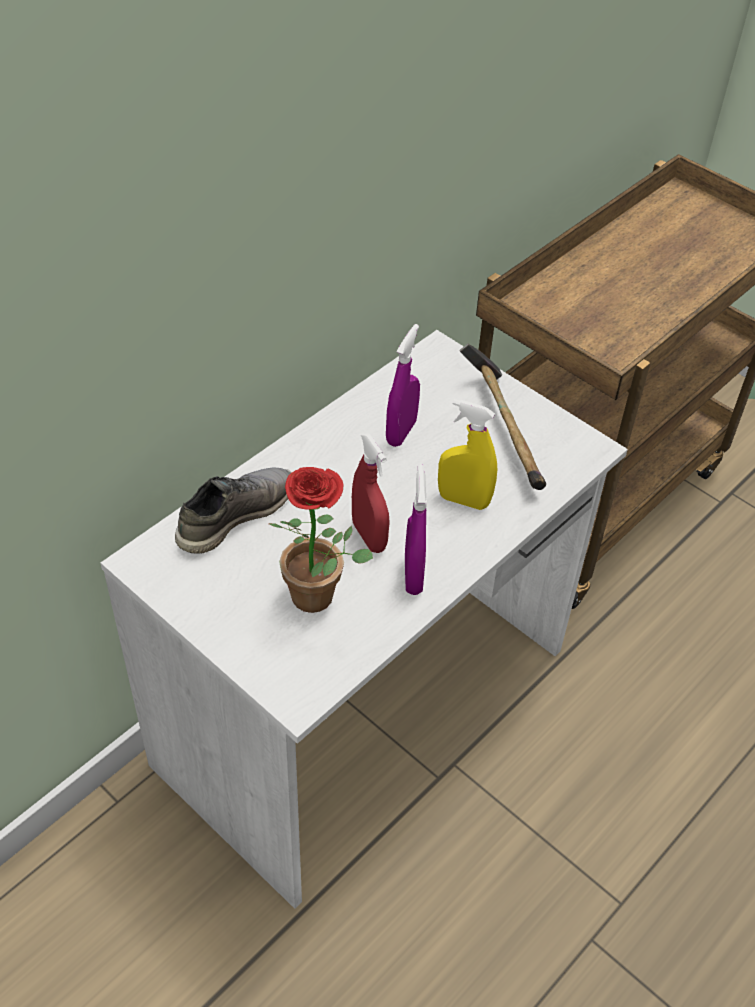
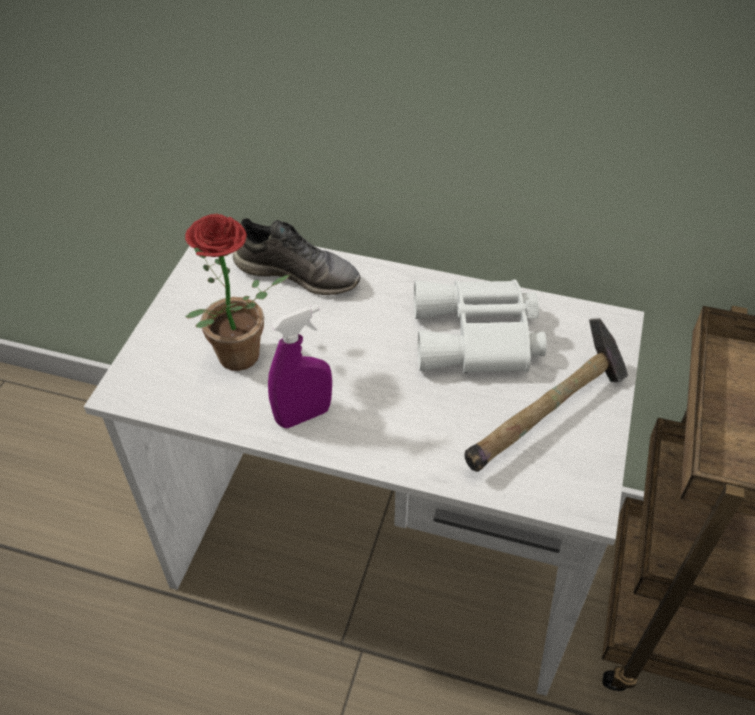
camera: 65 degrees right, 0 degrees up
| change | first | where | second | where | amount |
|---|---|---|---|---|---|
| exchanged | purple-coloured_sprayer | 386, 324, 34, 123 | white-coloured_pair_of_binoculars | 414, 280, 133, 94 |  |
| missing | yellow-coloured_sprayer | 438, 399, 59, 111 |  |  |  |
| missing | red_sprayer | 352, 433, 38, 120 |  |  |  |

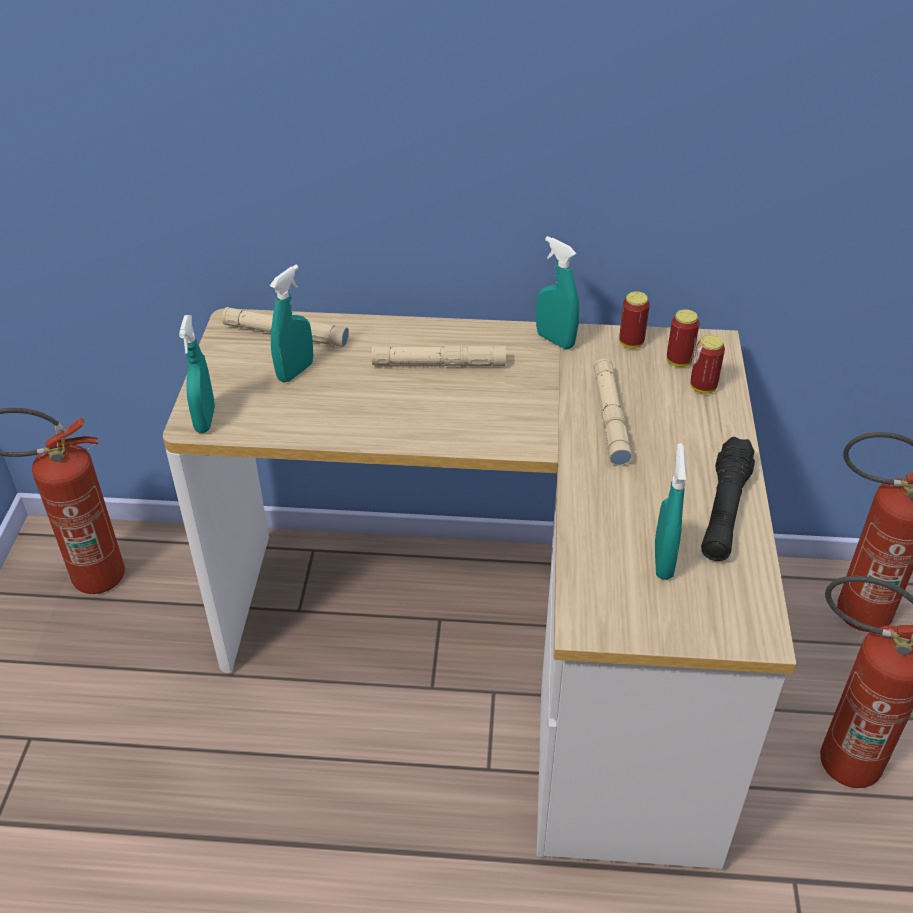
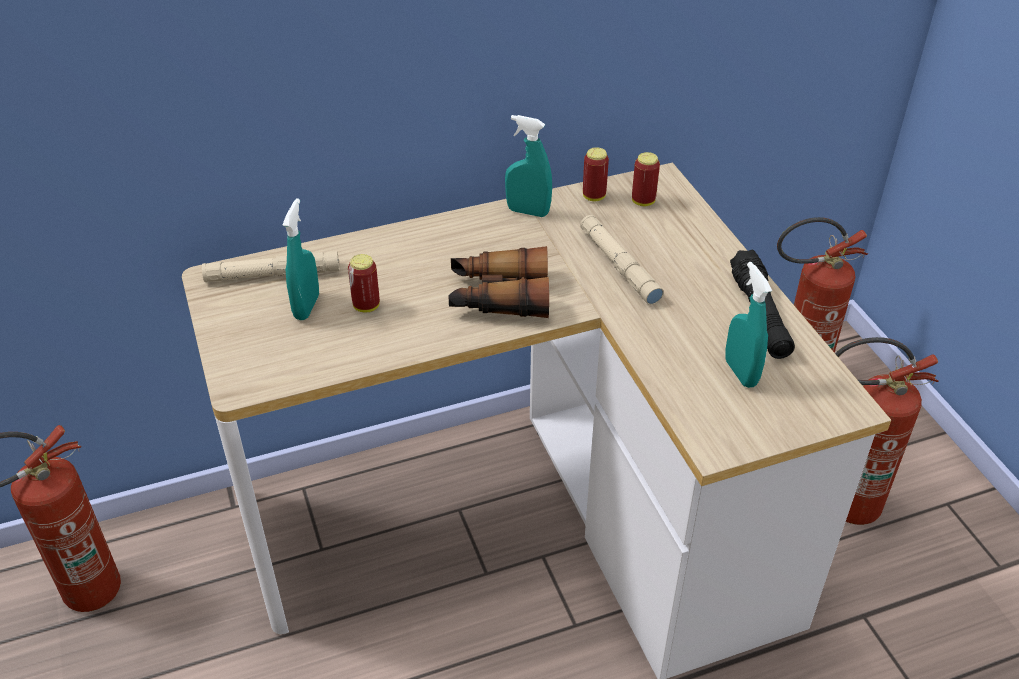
camera: 25 degrees left, 0 degrees up
| change | first | where | second | where | amount |
|---|---|---|---|---|---|
| missing | blue-green_sprayer | 179, 315, 36, 118 |  |  |  |
| relocated | metal_can | 690, 335, 35, 59 |  | 348, 254, 32, 58 |  |
| missing | beige-coloured_hand_torch | 372, 346, 134, 20 |  |  |  |
| appeared |  |  | pair_of_binoculars | 449, 246, 100, 72 |  |

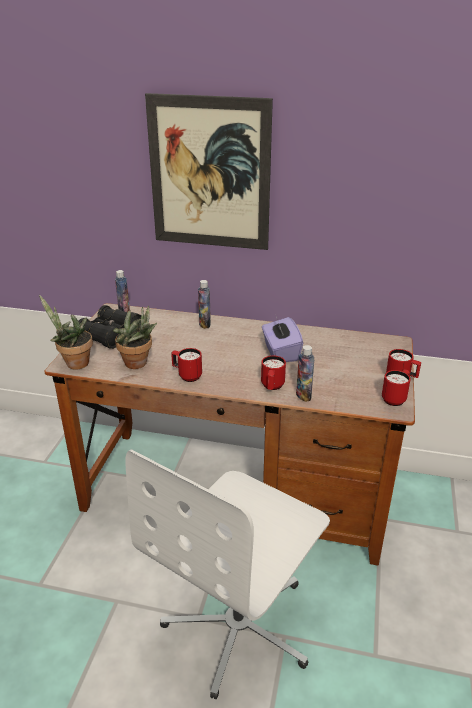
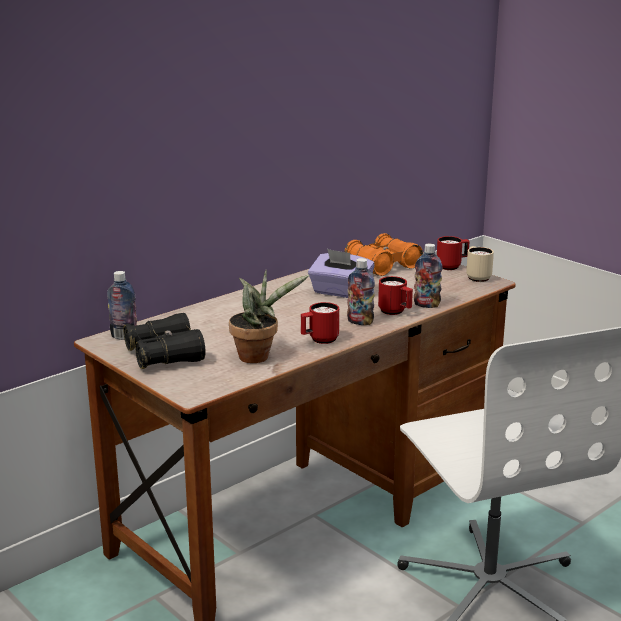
camera: 55 degrees left, 10 degrees down
| change | first | where | second | where | amount |
|---|---|---|---|---|---|
| missing | wall_art | 145, 93, 128, 157 |  |  |  |
| relocated | beverage_bottle | 198, 280, 13, 49 |  | 347, 258, 28, 67 |  |
| missing | houseplant | 39, 295, 54, 75 |  |  |  |
| colour | red_mug | 382, 370, 29, 36 | beige-coloured_mug | 466, 246, 28, 36 |  |
| appeared |  |  | orange-coloured_pair_of_binoculars | 345, 233, 78, 43 |  |

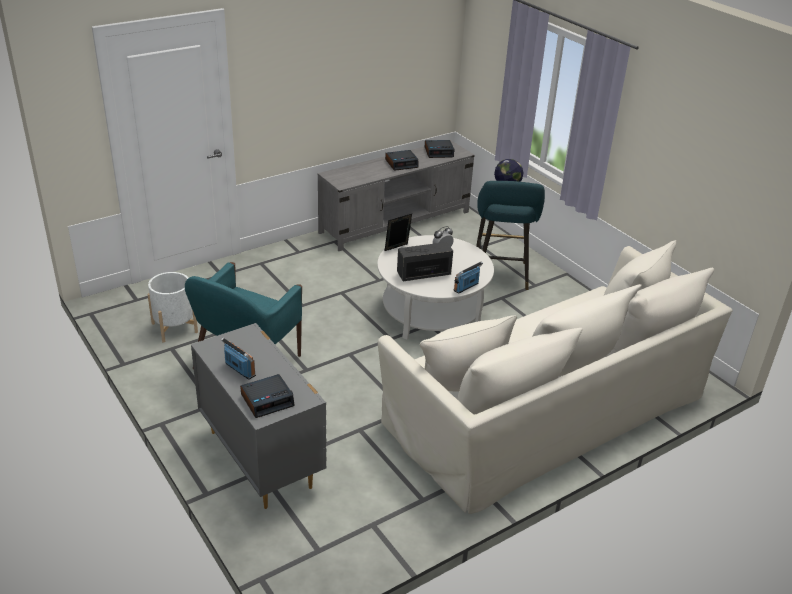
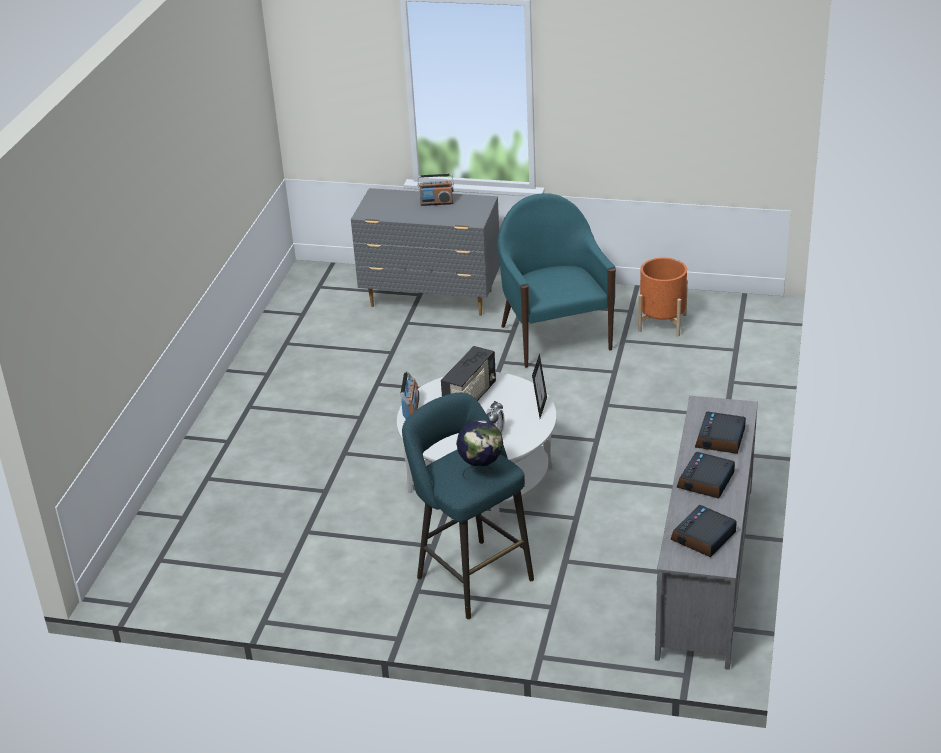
camera: 140 degrees right, 0 degrees up
| change | first | where | second | where | amount |
|---|---|---|---|---|---|
| missing | beige-coloured_sofa | 378, 240, 355, 274 |  |  |  |
| colour | white-coloured_plant_pot | 147, 272, 51, 71 | orange-coloured_plant_pot | 638, 258, 50, 78 |  |
| relocated | bedside_clock | 240, 374, 55, 44 |  | 695, 411, 51, 43 |  |

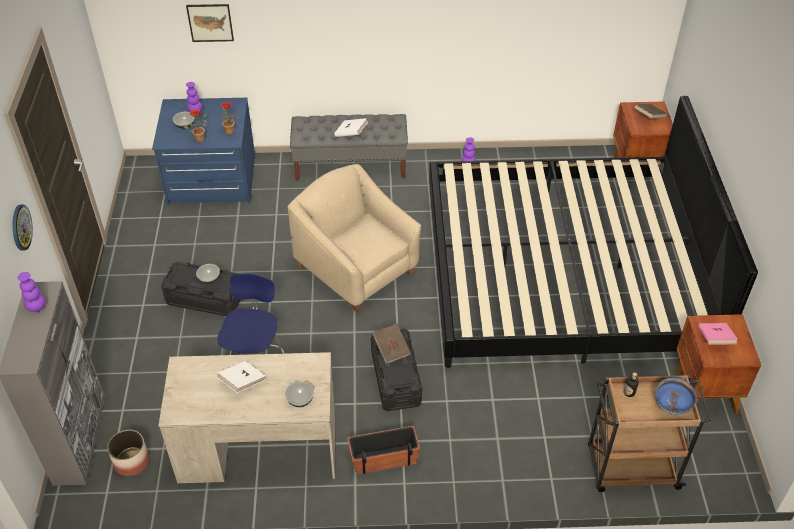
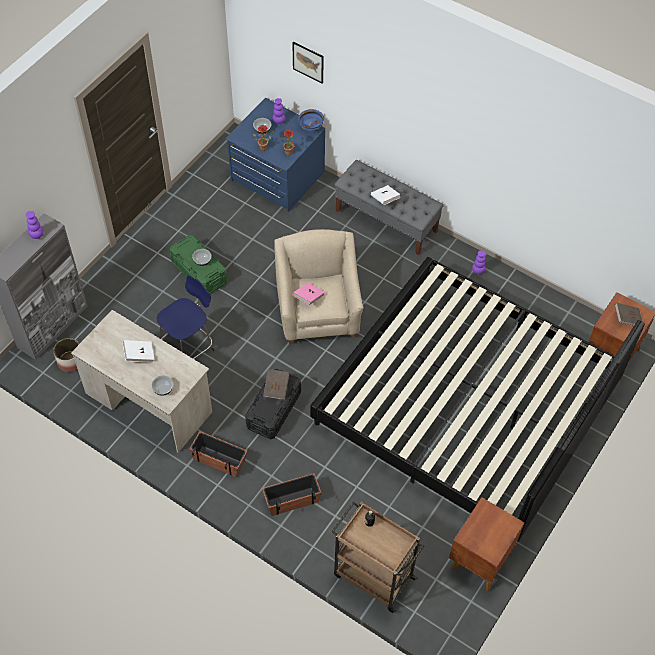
camera: 35 degrees right, 10 degrees up
| change | first | where | second | where | amount |
|---|---|---|---|---|---|
| missing | clock_on_the_wall | 12, 205, 21, 45 |  |  |  |
| colour | blackish_storage_container | 161, 262, 80, 54 | greenish_storage_container | 170, 235, 57, 59 |  |
| relocated | pink-coloured_book | 698, 323, 39, 22 |  | 292, 282, 33, 24 |  |
| relocated | bluish_bowl | 656, 378, 41, 37 |  | 298, 109, 26, 23 |  |
| appeared |  |  | plant_pot | 262, 473, 59, 43 |  |

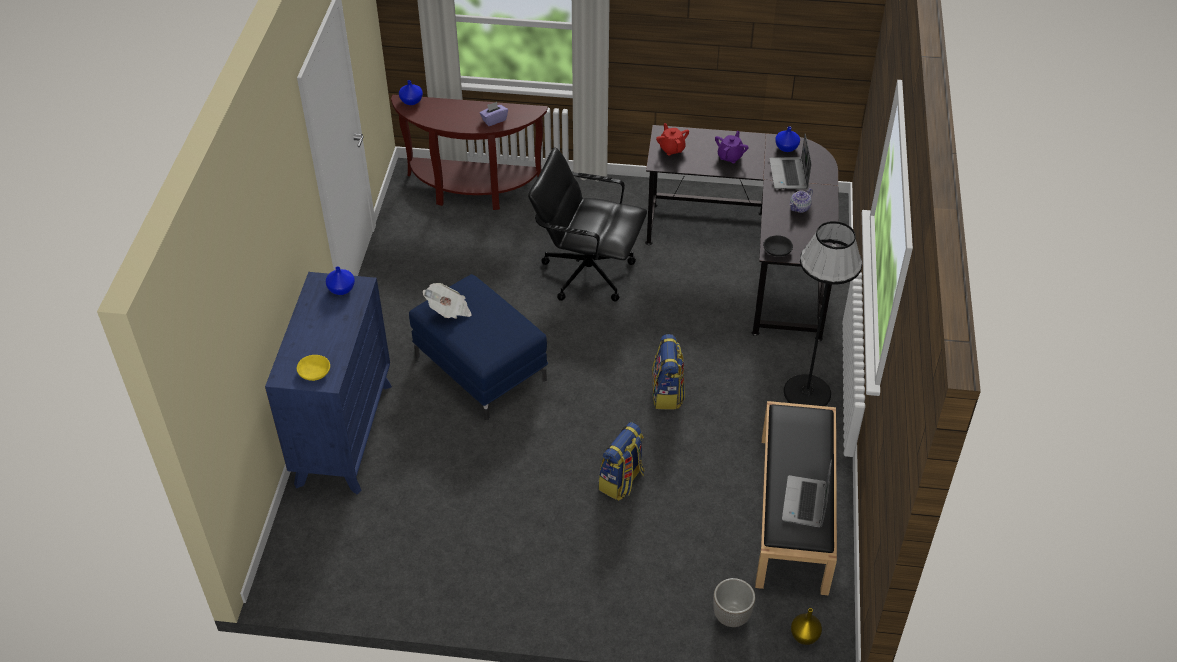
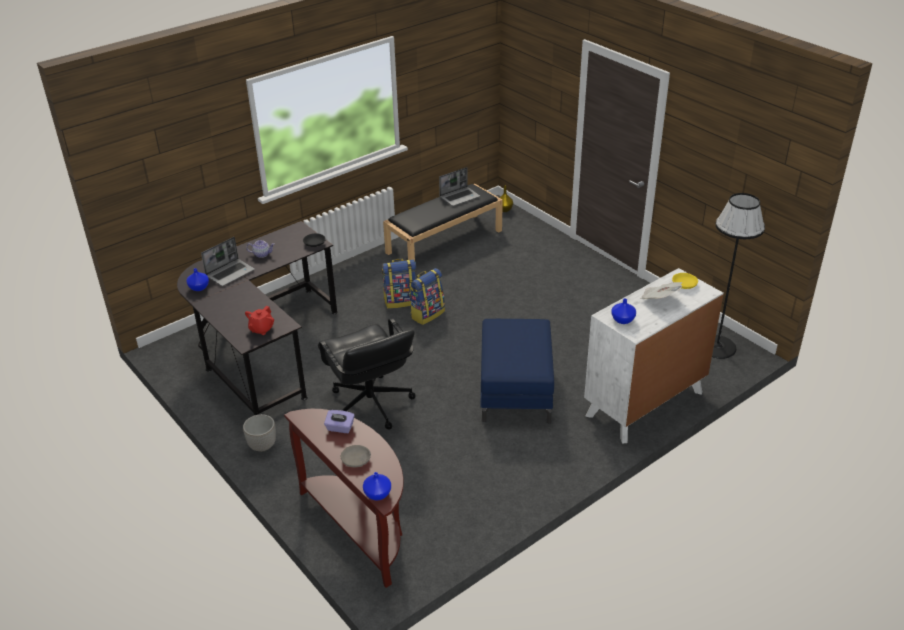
camera: 135 degrees left, 10 degrees down
| change | first | where | second | where | amount |
|---|---|---|---|---|---|
| missing | purple-coloured_tea_pot | 715, 131, 33, 32 |  |  |  |
| relocated | blackish_floor_lamp | 784, 221, 78, 185 |  | 712, 193, 53, 166 |  |
| colour | bluish_drawer_chest | 265, 272, 127, 223 | white-coloured_drawer_chest | 584, 268, 140, 176 |  |
| relocated | daily_paper | 423, 283, 49, 36 |  | 640, 282, 43, 17 |  |
| relocated | knapsack | 598, 422, 47, 79 |  | 382, 259, 34, 50 |  |
| relocated | plant_pot | 713, 578, 42, 49 |  | 243, 414, 33, 38 |  |
| appeared |  |  | gray_bowl | 341, 445, 30, 22 |  |

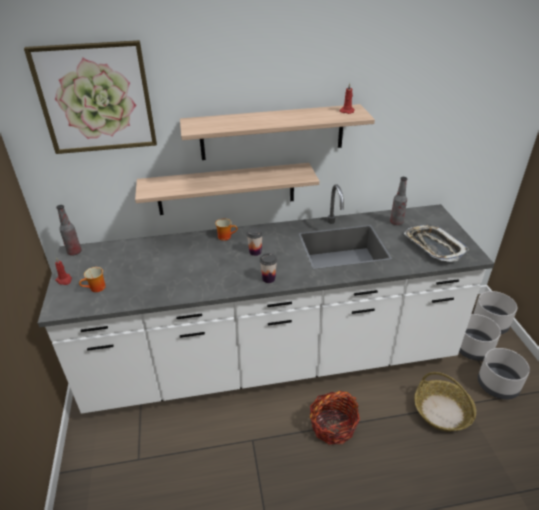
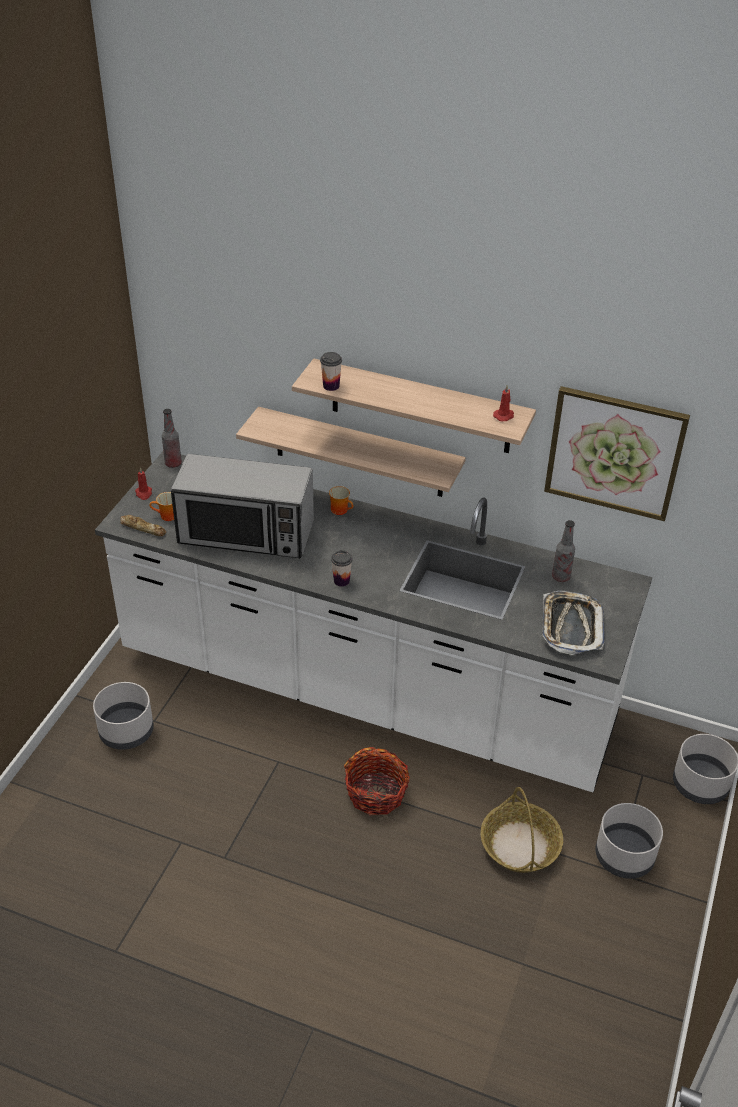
camera: 30 degrees right, 5 degrees up
| change | first | where | second | where | amount |
|---|---|---|---|---|---|
| relocated | wall_art | 24, 40, 133, 114 |  | 544, 386, 146, 135 |  |
| relocated | small_cup | 247, 228, 16, 28 |  | 320, 352, 22, 39 |  |
| relocated | gray_plant_pot | 459, 314, 42, 47 |  | 93, 682, 61, 68 |  |
| appeared |  |  | microwave_oven | 171, 454, 143, 105 |  |
| appeared |  |  | bakery_bread | 120, 515, 46, 21 |  |

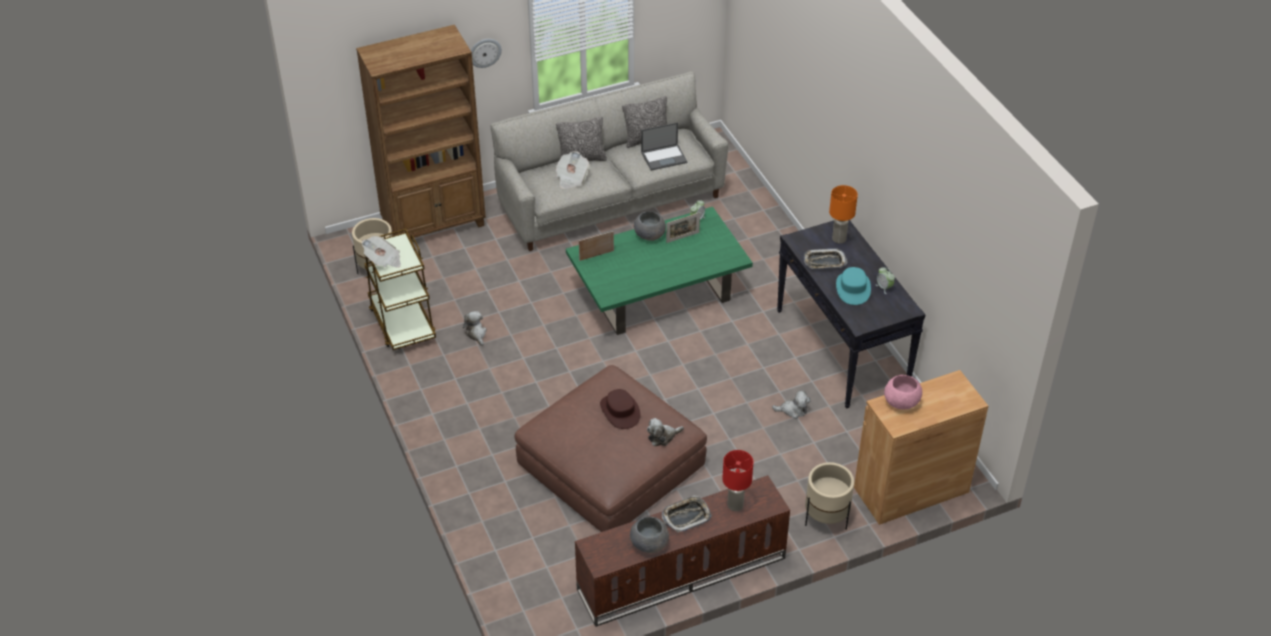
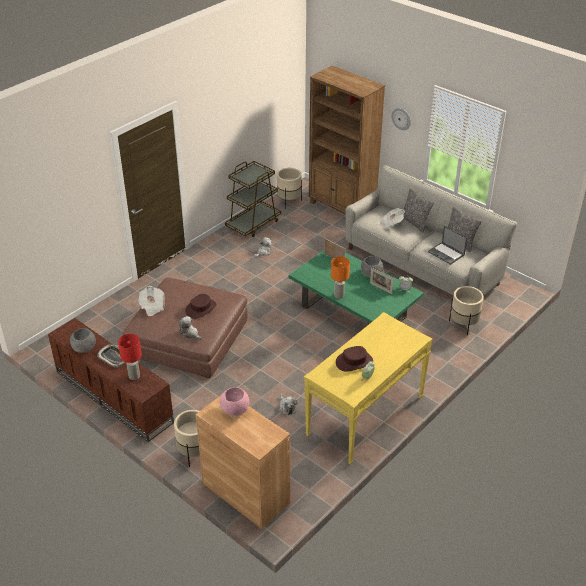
camera: 65 degrees right, 5 degrees down
| change | first | where | second | where | amount |
|---|---|---|---|---|---|
| relocated | orange-coloured_lamp_for_a_table | 829, 185, 29, 59 |  | 331, 256, 19, 43 |  |
| colour | blackish_hall_table | 777, 220, 149, 189 | yellow-coloured_hall_table | 304, 312, 129, 153 |  |
| relocated | daily_paper | 362, 236, 39, 32 |  | 138, 286, 27, 30 |  |
| missing | serving_tray | 804, 248, 44, 21 |  |  |  |
| colour | blue-green_clothing_hat | 836, 267, 35, 38 | brown-coloured_clothing_hat | 336, 346, 37, 26 |  |
| appeared |  |  | beige-coloured_plant_pot | 449, 286, 35, 50 |  |

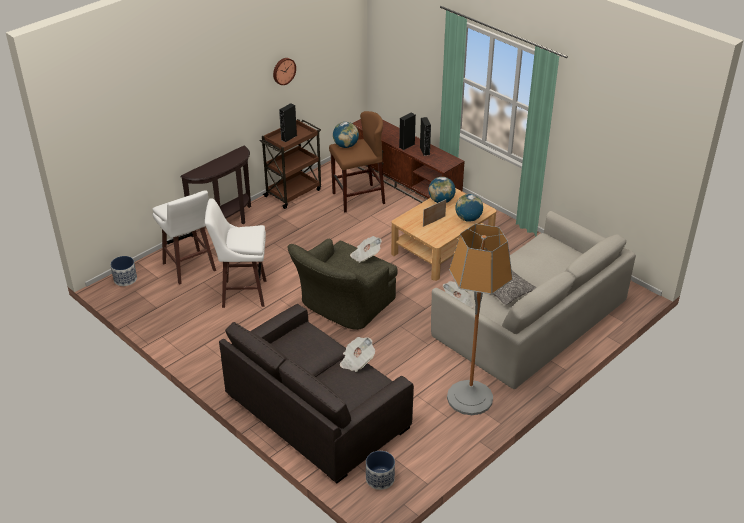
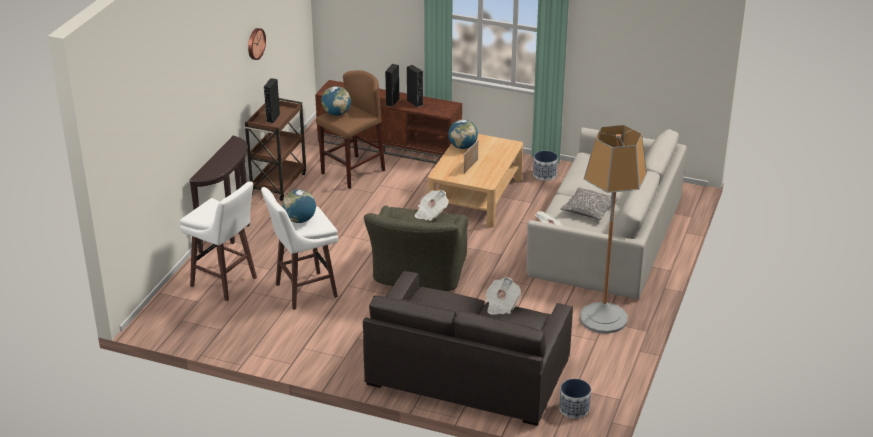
camera: 25 degrees left, 5 degrees down
| change | first | where | second | where | amount |
|---|---|---|---|---|---|
| relocated | globe | 455, 194, 28, 28 |  | 282, 190, 34, 33 |  |
| relocated | plant_pot | 110, 256, 27, 30 |  | 533, 151, 25, 30 |  |

